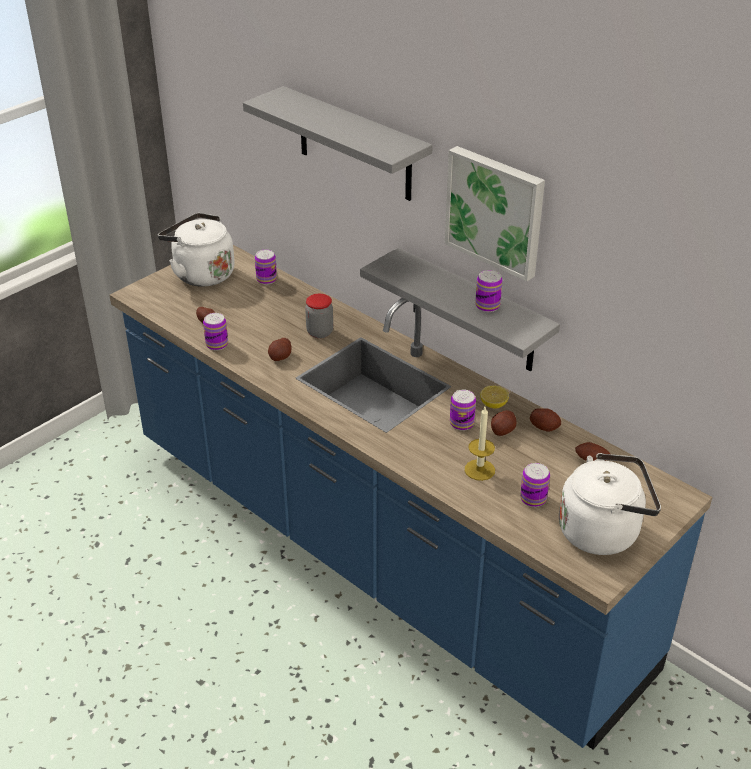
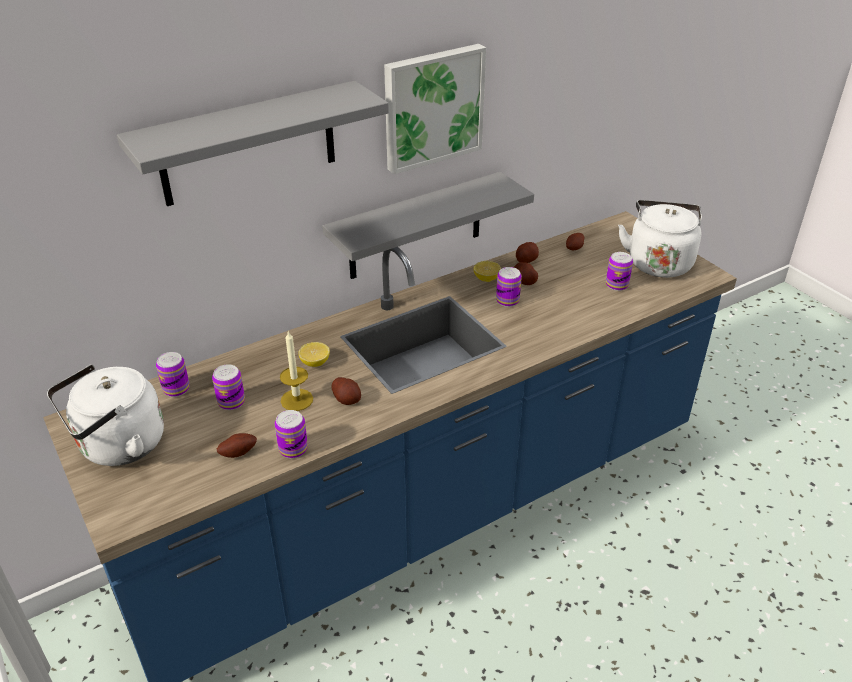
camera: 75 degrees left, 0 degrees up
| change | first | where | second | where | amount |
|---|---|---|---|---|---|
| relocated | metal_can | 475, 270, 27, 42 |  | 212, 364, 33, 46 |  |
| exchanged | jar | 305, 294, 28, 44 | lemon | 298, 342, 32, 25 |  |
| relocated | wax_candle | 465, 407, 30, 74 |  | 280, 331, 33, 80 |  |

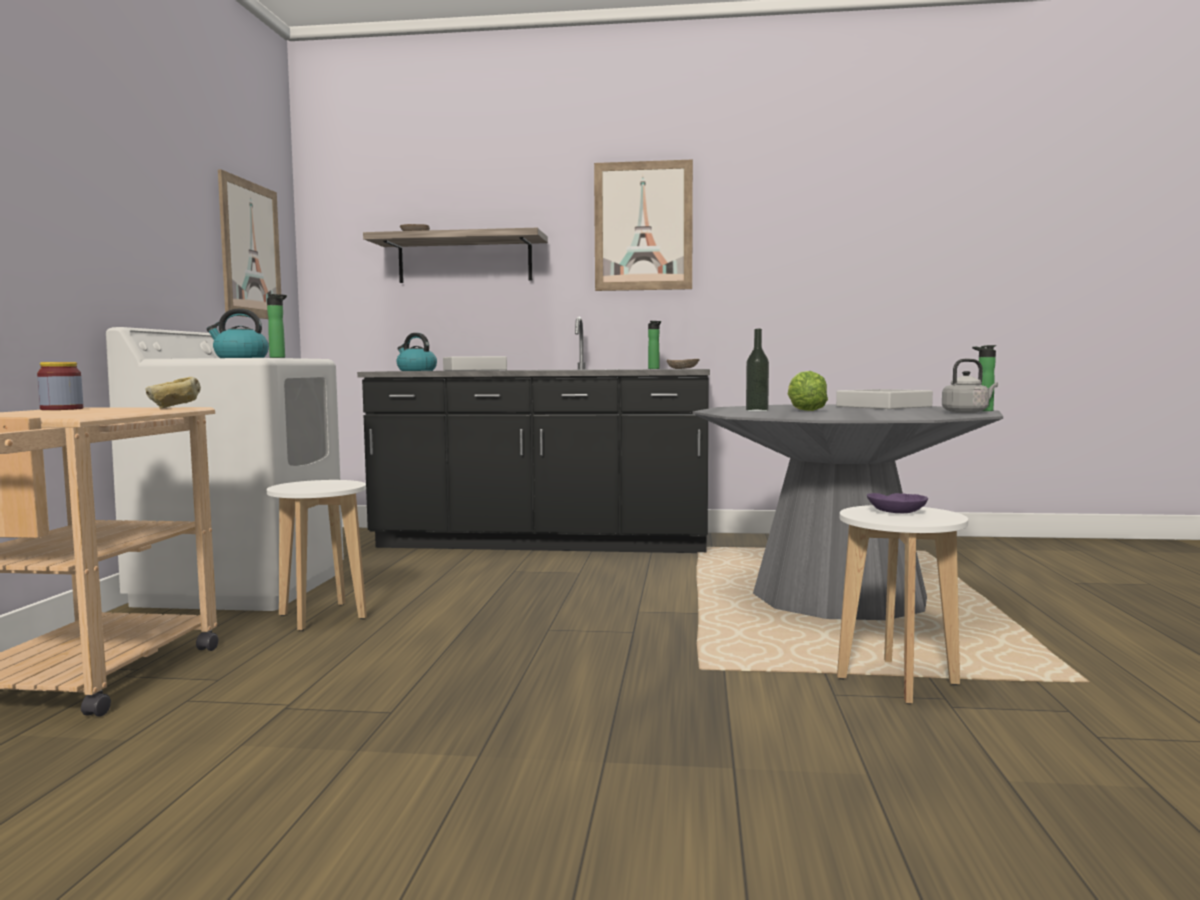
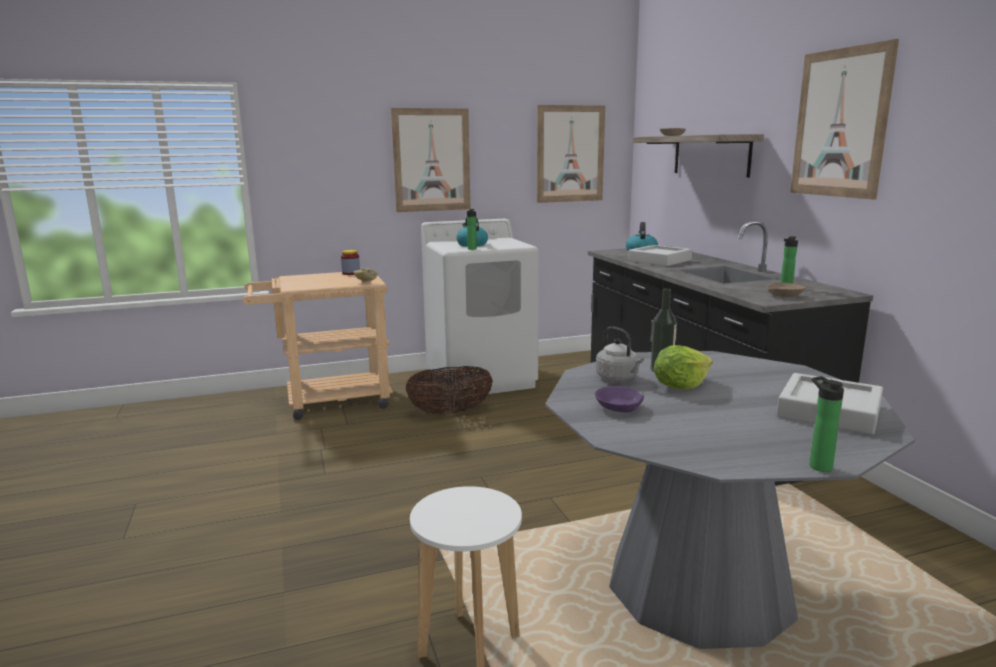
camera: 65 degrees right, 10 degrees up
| change | first | where | second | where | amount |
|---|---|---|---|---|---|
| relocated | gray_kettle | 942, 359, 56, 54 |  | 596, 327, 48, 54 |  |
| exchanged | white-coloured_stool | 267, 480, 100, 151 | basket | 405, 366, 88, 48 |  |
| relocated | purple-coloured_bowl | 867, 493, 61, 20 |  | 595, 386, 49, 27 |  |
| appeared |  |  | wall_art | 391, 108, 80, 104 |  |

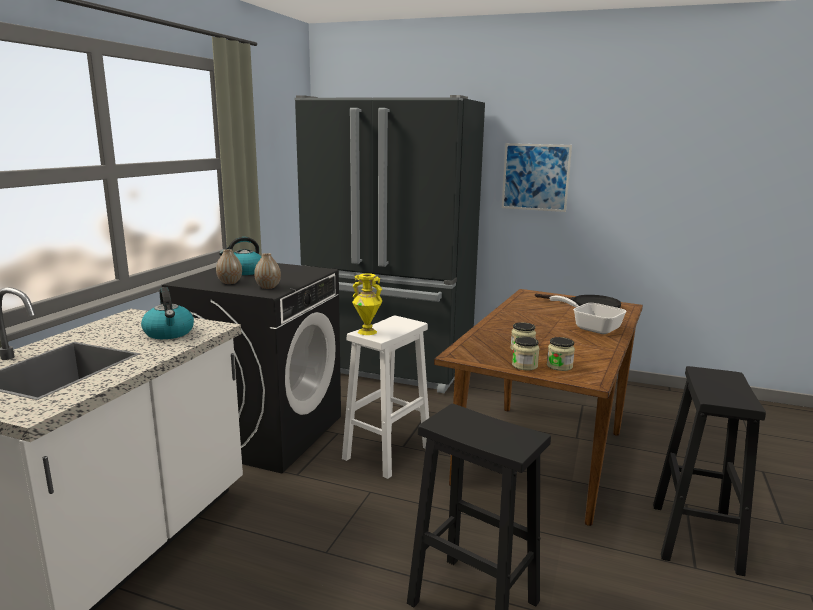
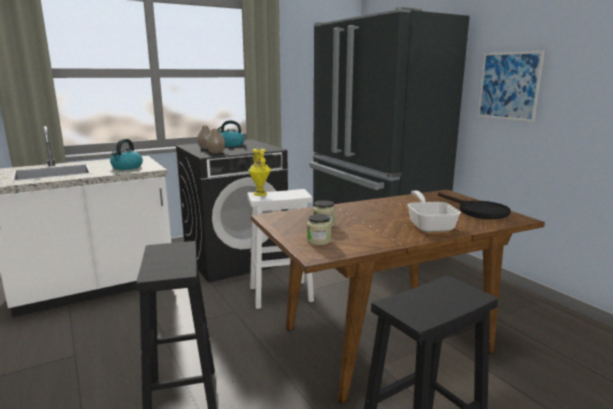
camera: 40 degrees right, 0 degrees up
| change | first | where | second | where | amount |
|---|---|---|---|---|---|
| missing | jar | 512, 337, 27, 33 |  |  |  |

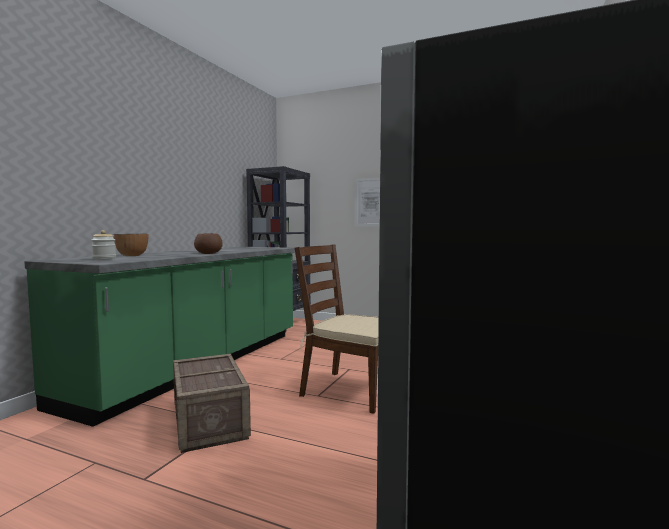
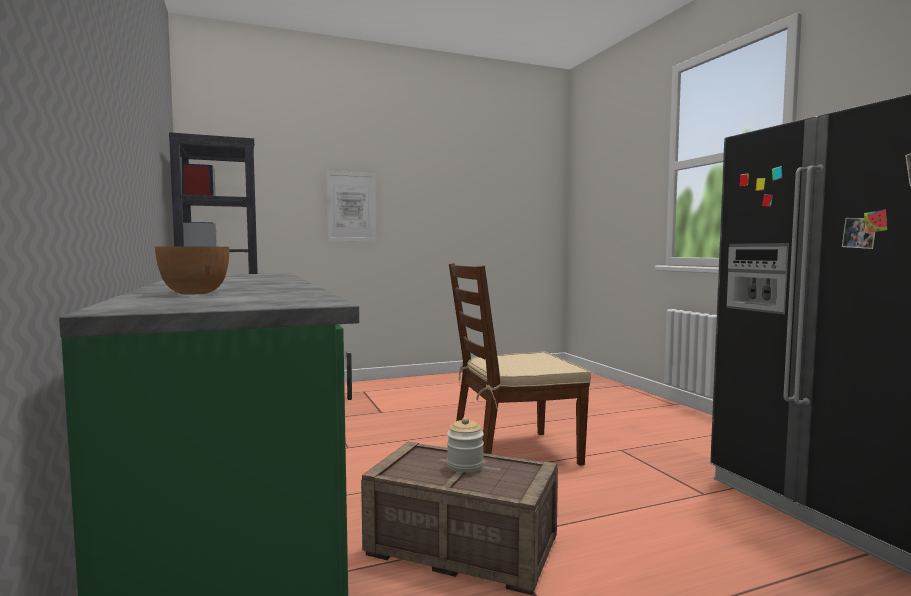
camera: 45 degrees left, 0 degrees up
| change | first | where | second | where | amount |
|---|---|---|---|---|---|
| relocated | jar | 91, 230, 25, 29 |  | 447, 417, 37, 56 |  |
| missing | brown-coloured_bowl | 194, 234, 29, 20 |  |  |  |

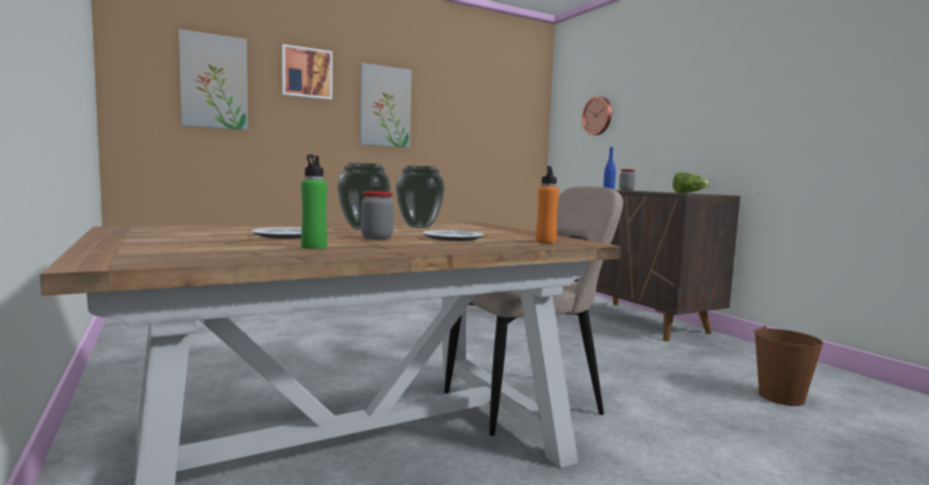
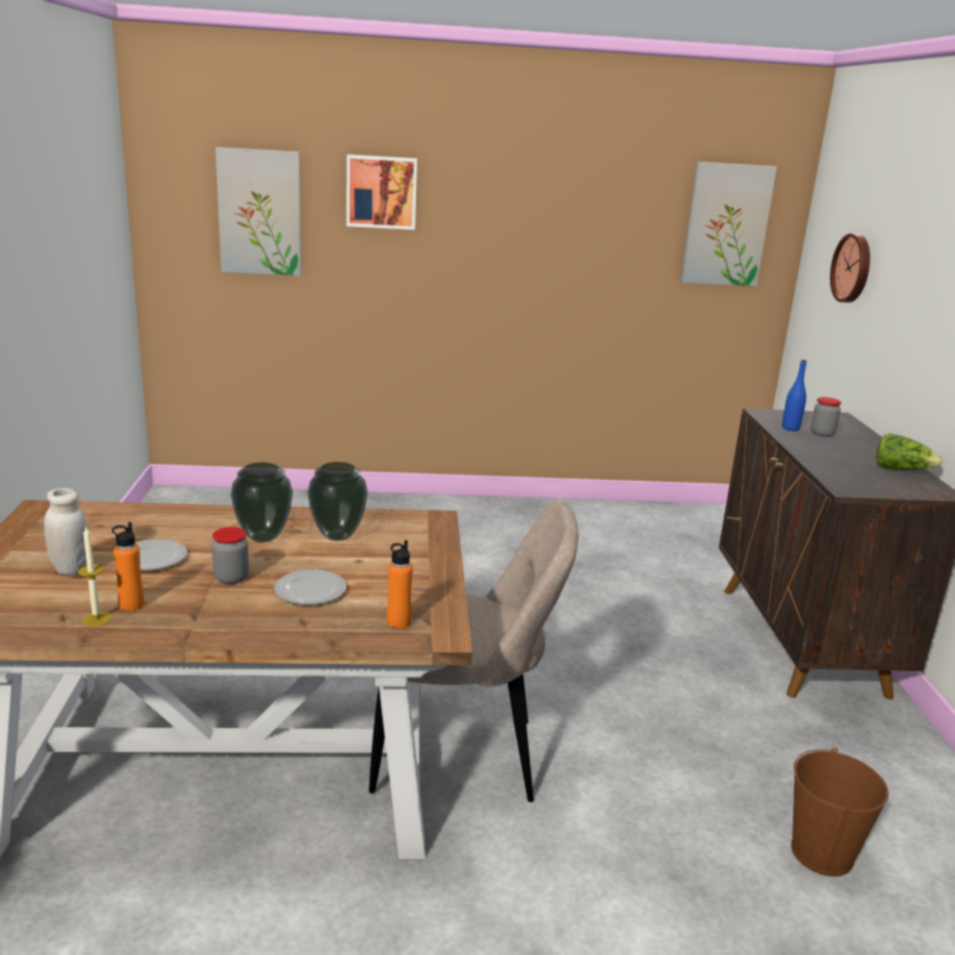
camera: 25 degrees right, 15 degrees up
| change | first | where | second | where | amount |
|---|---|---|---|---|---|
| relocated | wall_art | 360, 63, 52, 85 |  | 680, 162, 97, 124 |  |
| colour | greenish_beverage_bottle | 301, 154, 26, 95 | orange-coloured_beverage_bottle | 112, 522, 32, 89 |  |
| appeared |  |  | white-coloured_jar | 44, 488, 44, 87 |  |
| appeared |  |  | wax_candle | 78, 527, 33, 100 |  |

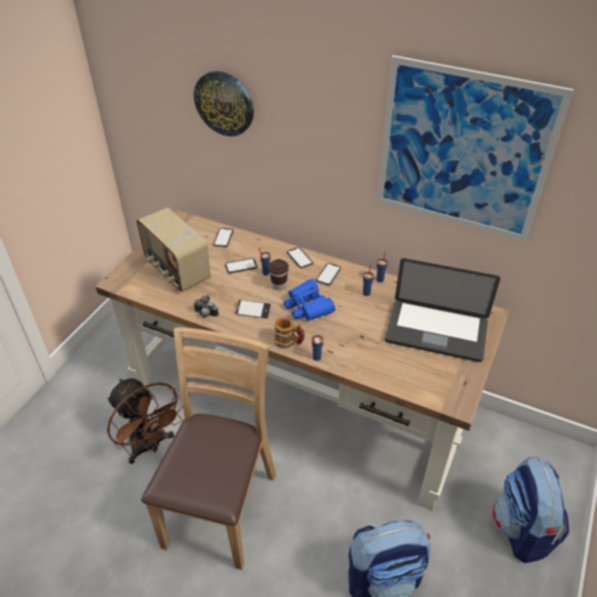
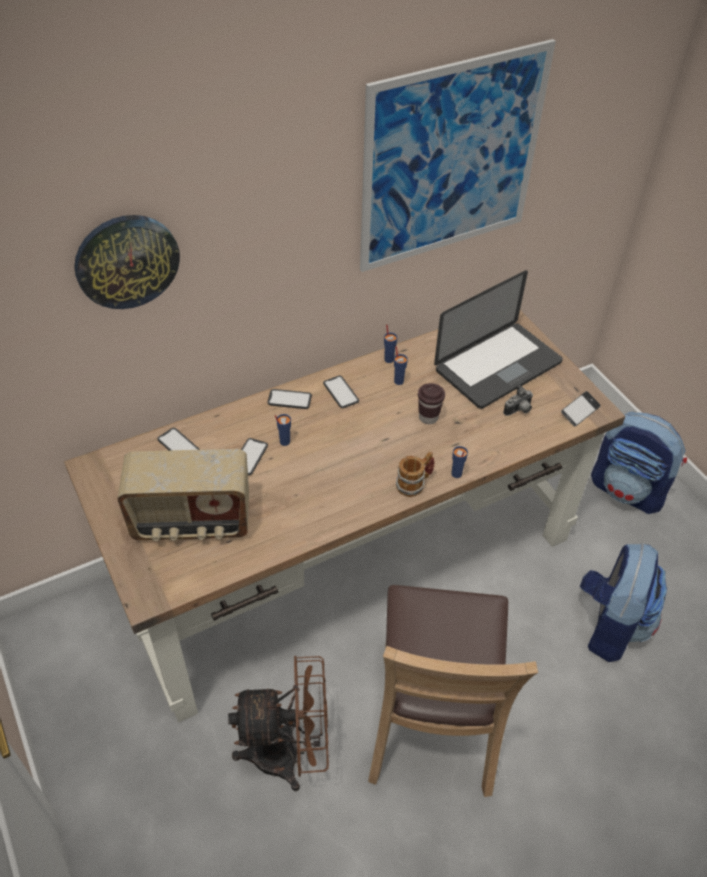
camera: 55 degrees left, 5 degrees up
| change | first | where | second | where | amount |
|---|---|---|---|---|---|
| relocated | brown-coloured_small_cup | 269, 259, 20, 31 |  | 418, 383, 27, 41 |  |
| missing | bluish_pair_of_binoculars | 284, 279, 51, 42 |  |  |  |
| relocated | still_camera | 193, 295, 26, 23 |  | 503, 385, 30, 31 |  |
| relocated | handset | 236, 300, 35, 19 |  | 561, 391, 40, 36 |  |
| spun | brown-coloured_plain_chair | 141, 327, 135, 243 |  | 368, 585, 170, 212 | 135 degrees counterclockwise |

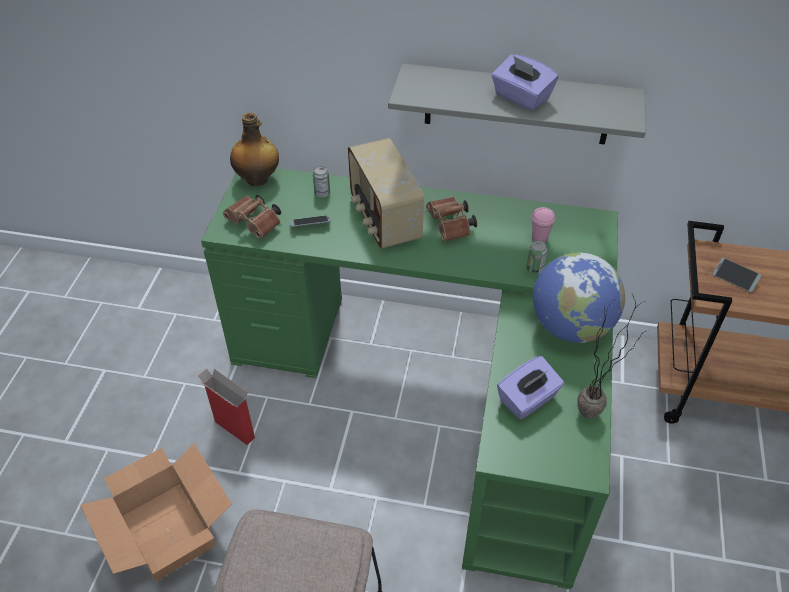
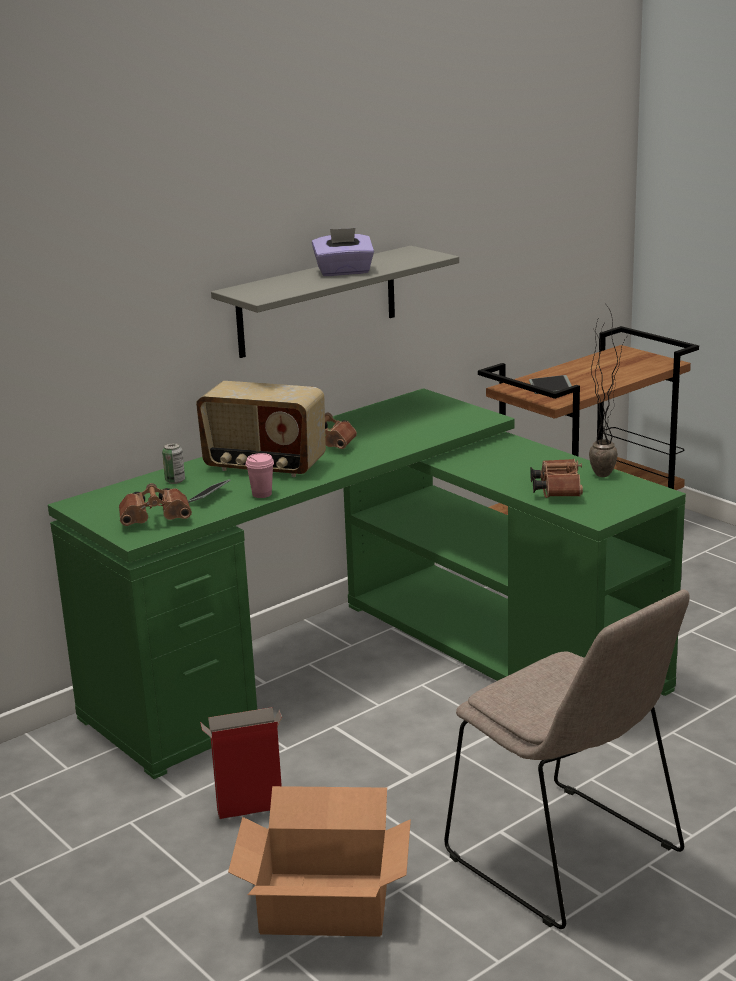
camera: 50 degrees left, 25 degrees down
| change | first | where | second | where | amount |
|---|---|---|---|---|---|
| missing | beverage_bottle | 230, 113, 49, 73 |  |  |  |
| relocated | pink-coloured_small_cup | 532, 207, 23, 36 |  | 246, 453, 28, 45 |  |
| missing | metal_can | 526, 241, 21, 33 |  |  |  |
| missing | globe | 533, 252, 92, 91 |  |  |  |
| exchanged | purple-coloured_box_of_tissues | 497, 356, 67, 64 | brown-coloured_pair_of_binoculars | 530, 459, 53, 39 |  |

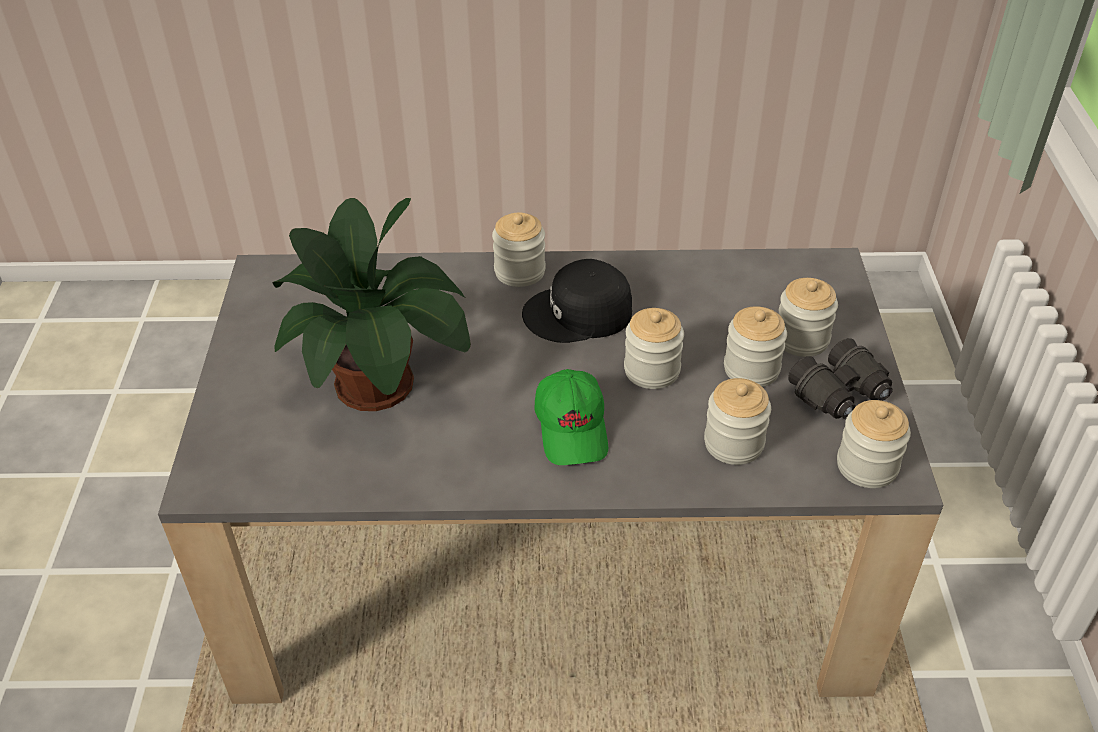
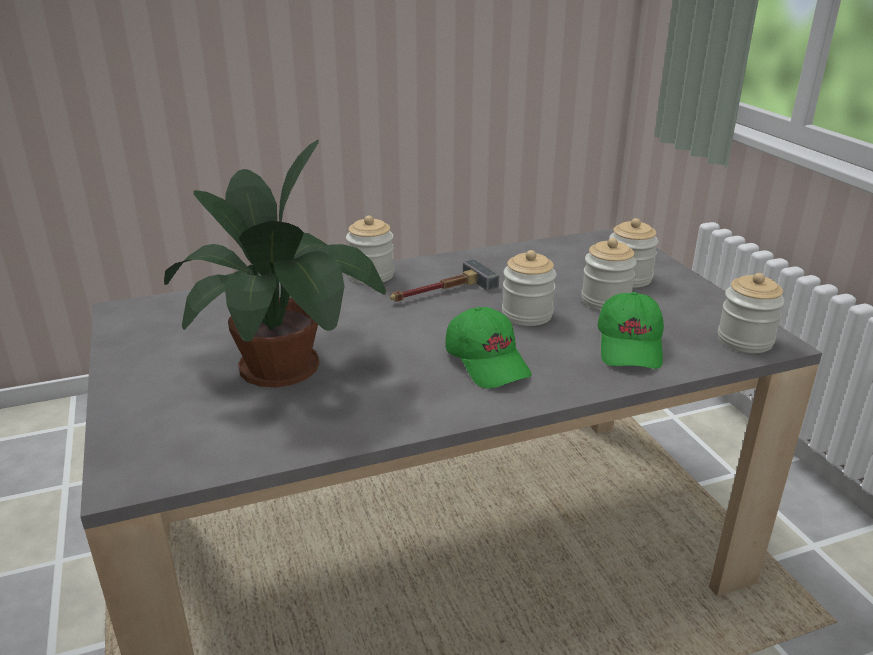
camera: 20 degrees left, 15 degrees down
| change | first | where | second | where | amount |
|---|---|---|---|---|---|
| exchanged | blackish_peaked_cap | 522, 259, 110, 84 | hand_hammer | 390, 259, 109, 43 |  |
| missing | blackish_pair_of_binoculars | 788, 338, 105, 81 |  |  |  |
| exchanged | jar | 704, 378, 67, 87 | greenish_peaked_cap | 597, 292, 67, 77 |  |

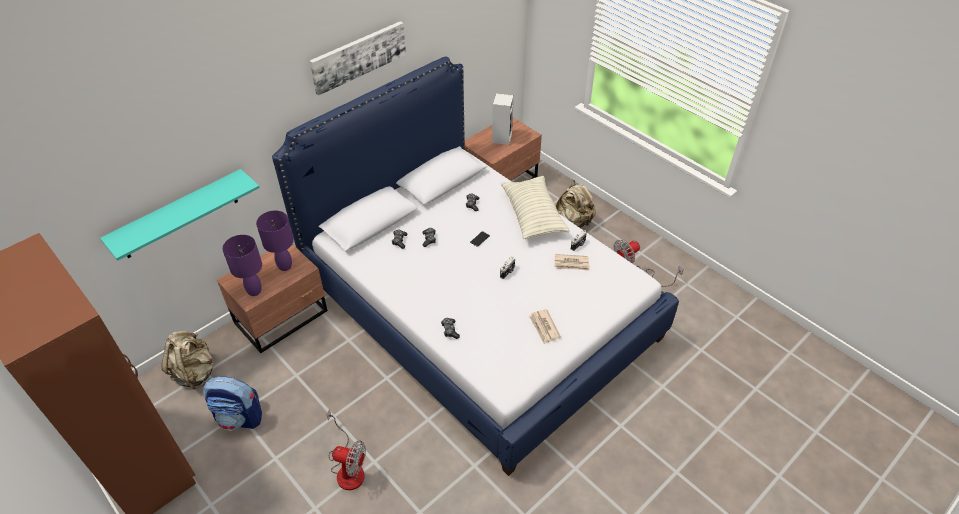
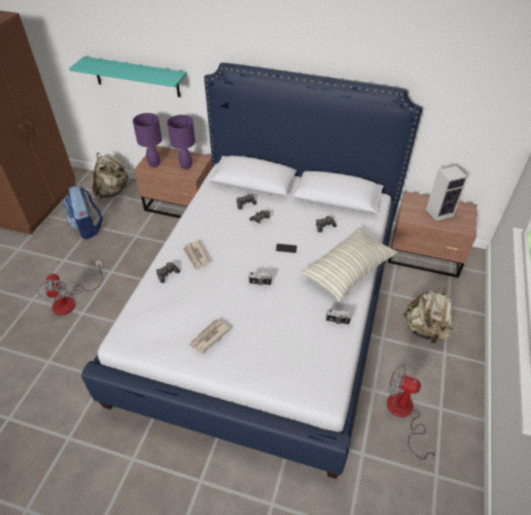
camera: 60 degrees right, 0 degrees up
| change | first | where | second | where | amount |
|---|---|---|---|---|---|
| missing | wall_art | 310, 21, 96, 75 |  |  |  |
| relocated | daily_paper | 555, 254, 35, 17 |  | 183, 241, 28, 29 |  |

